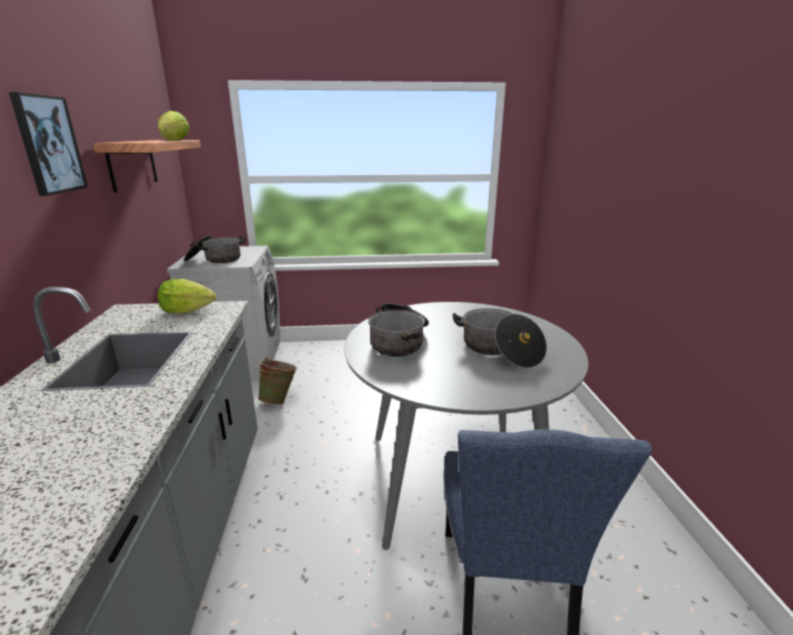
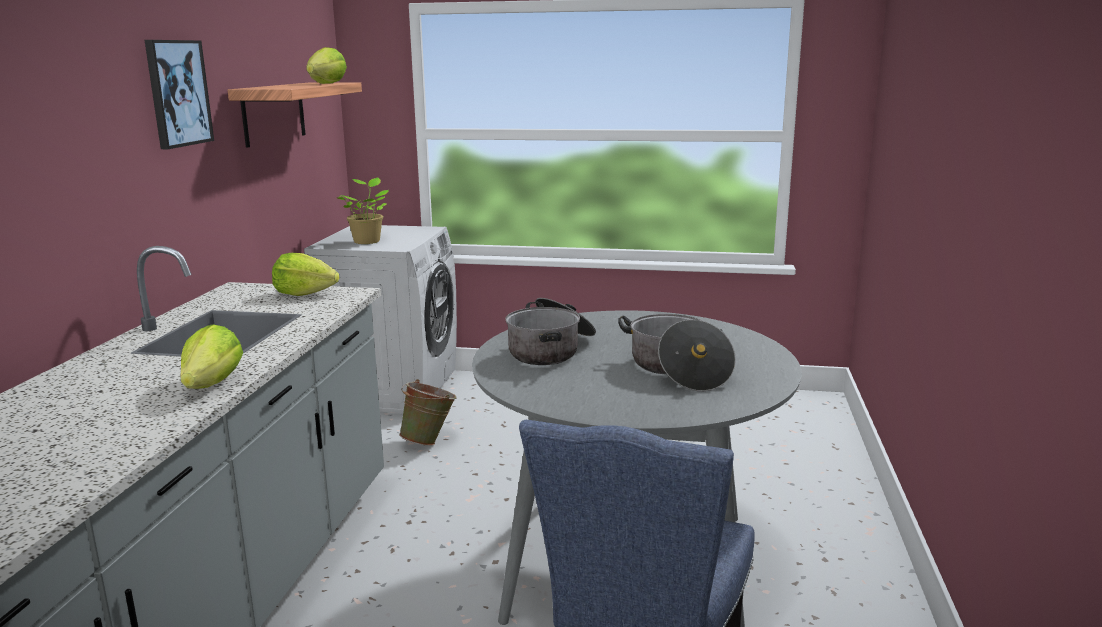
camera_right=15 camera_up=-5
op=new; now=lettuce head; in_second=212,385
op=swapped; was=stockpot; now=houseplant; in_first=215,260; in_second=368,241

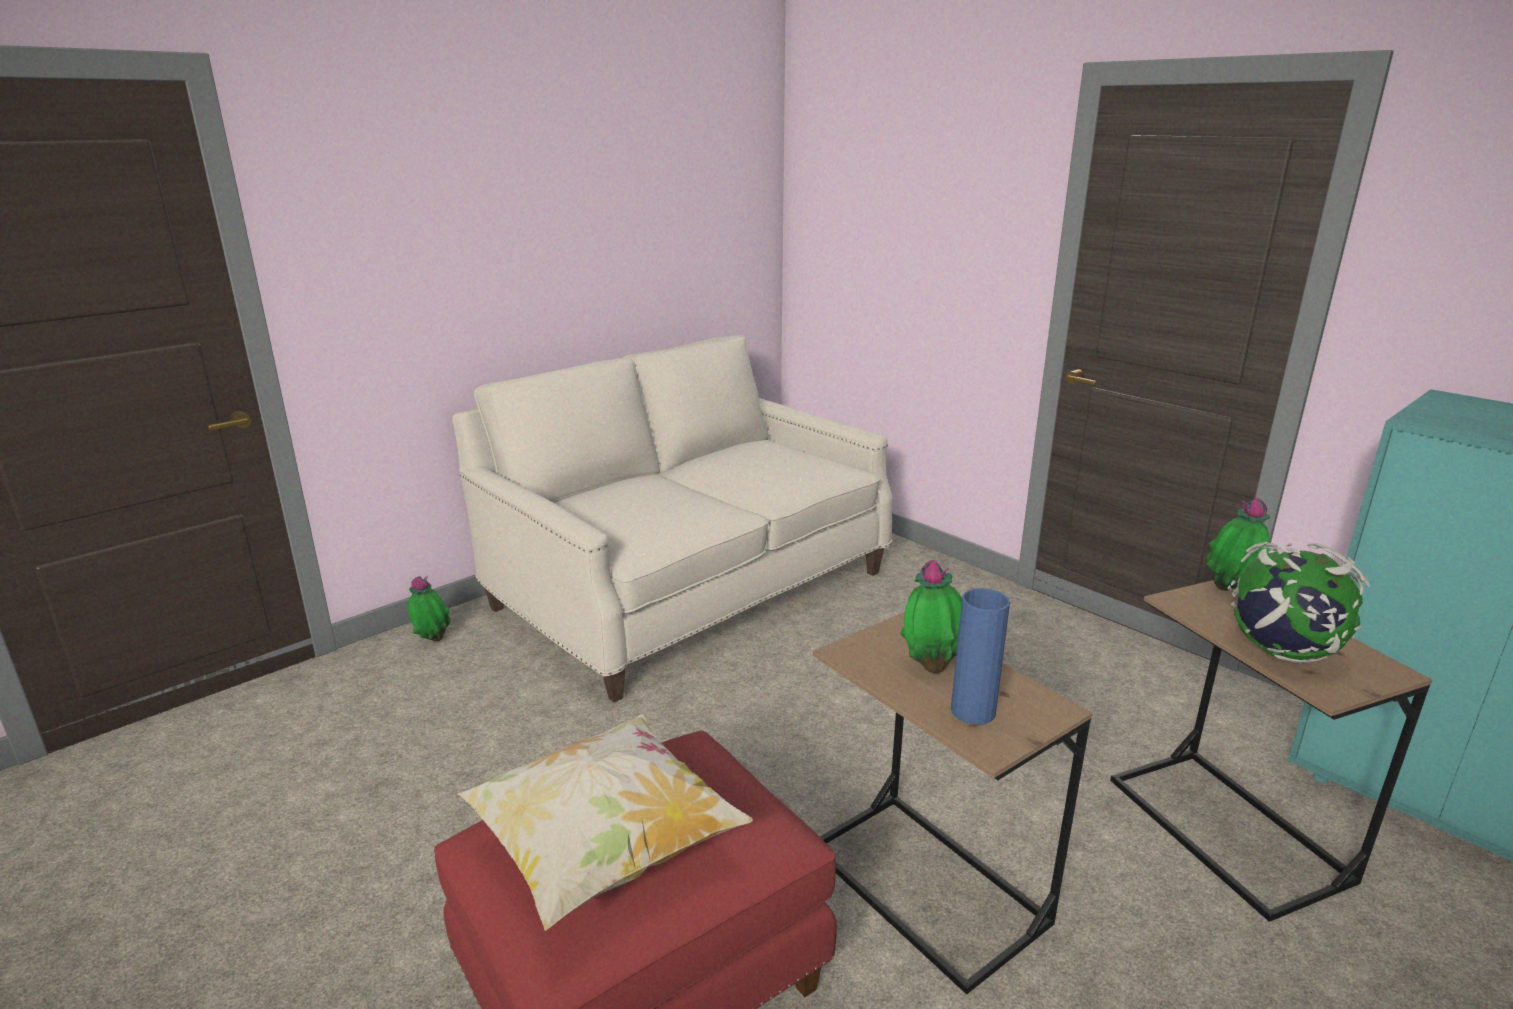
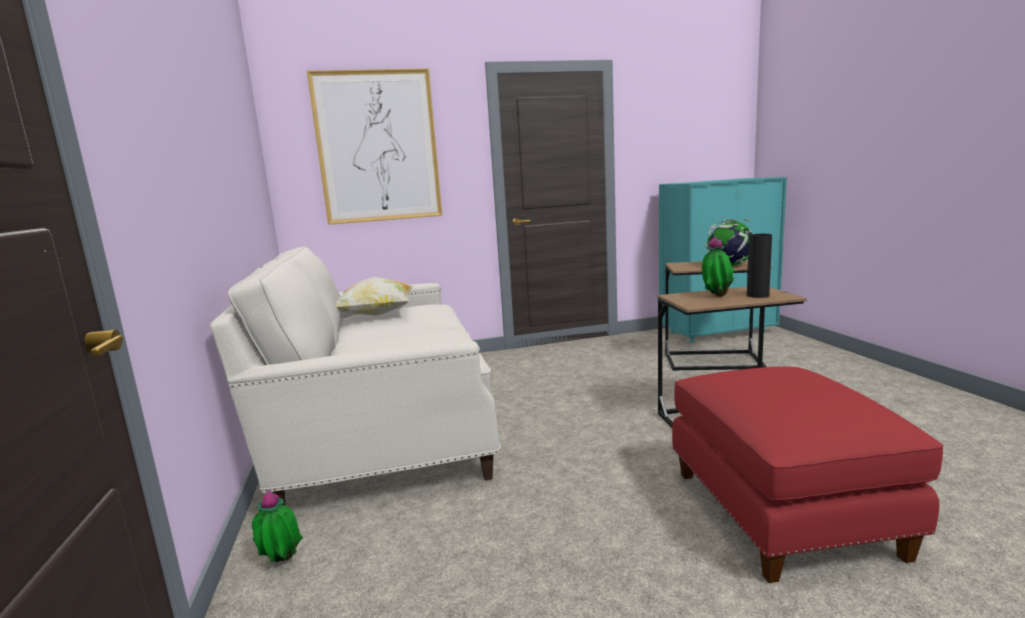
camera_right=-60 camera_up=-10
op=gone; was=houseplant; in_first=1229,592
op=new; now=picture; in_second=378,147
op=shifted; was=throw pillow; in_first=605,849; in_second=376,315
op=repainted; was=blue flower vase; now=black flower vase; in_first=973,711; in_second=757,295

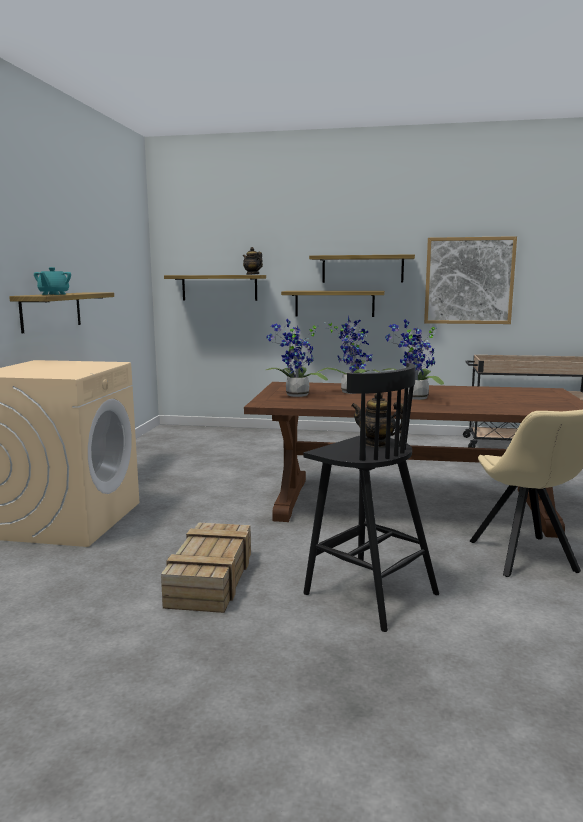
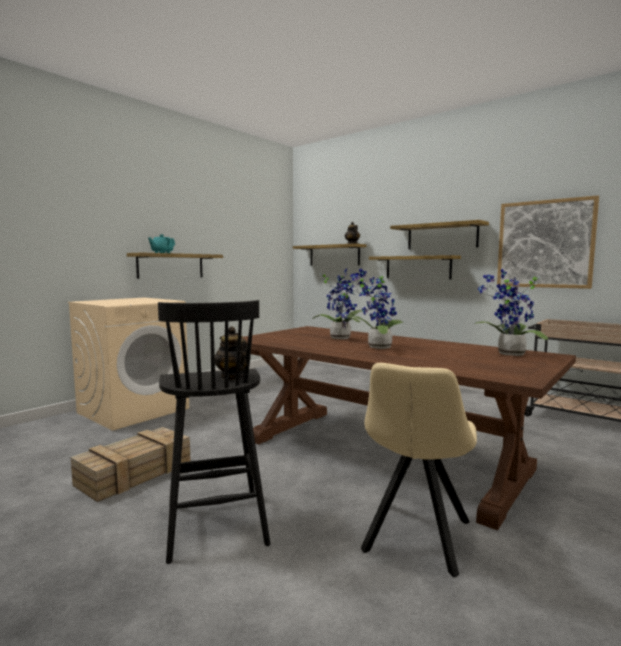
camera_right=30 camera_up=-5
op=shifted; was=houseplant; in_first=295,396; in_second=508,354

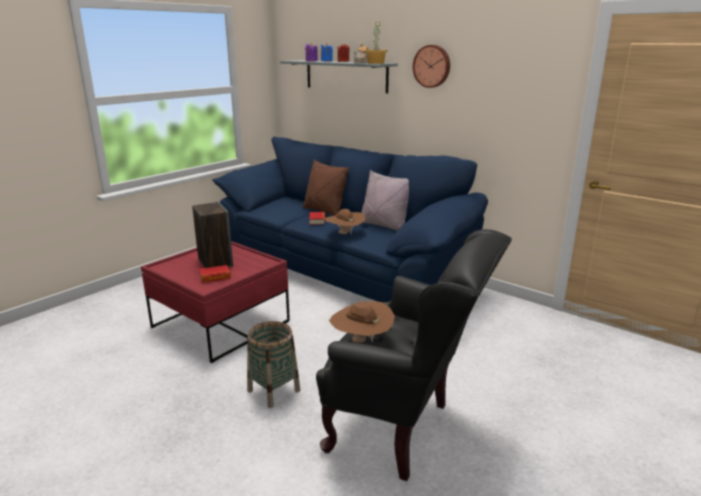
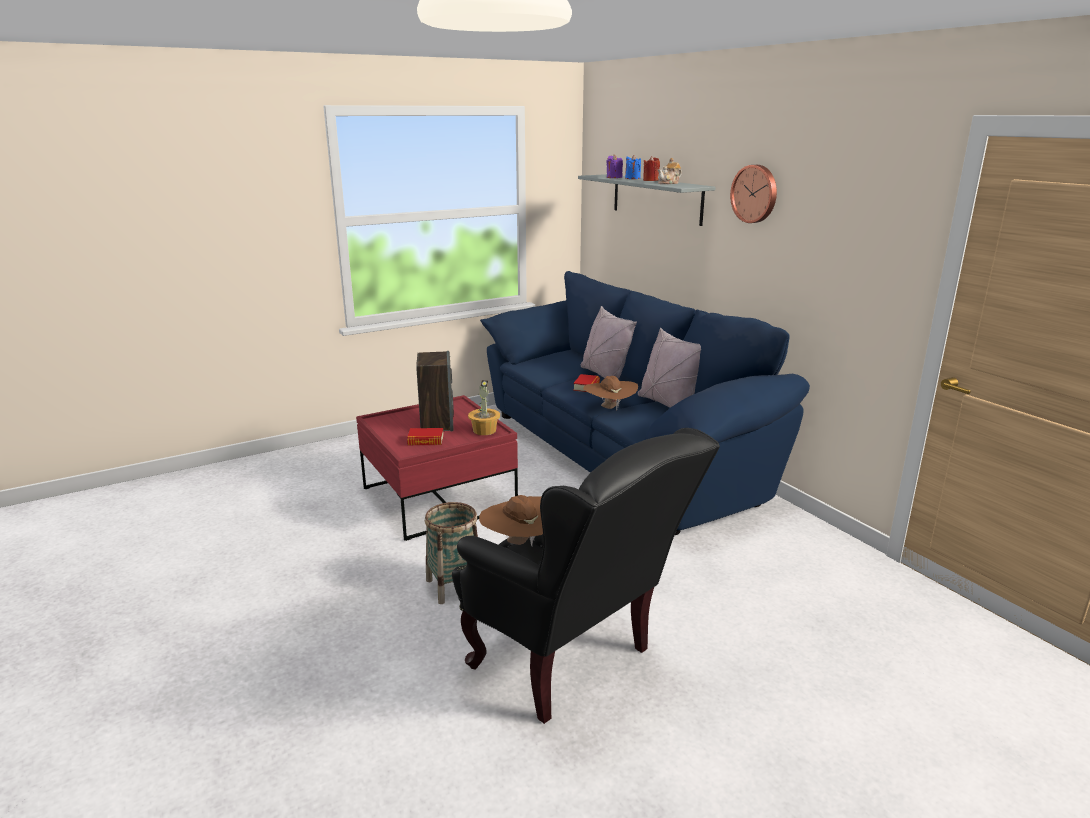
camera_right=20 camera_up=0
op=shifted; was=houseplant; in_first=375,63; in_second=484,430
op=repainted; was=brown throw pillow; now=purple throw pillow; in_first=324,211; in_second=604,375

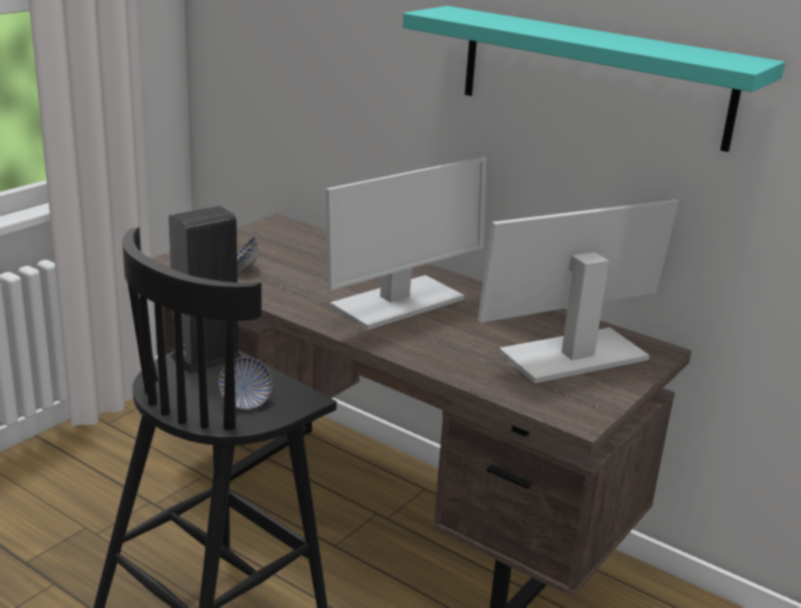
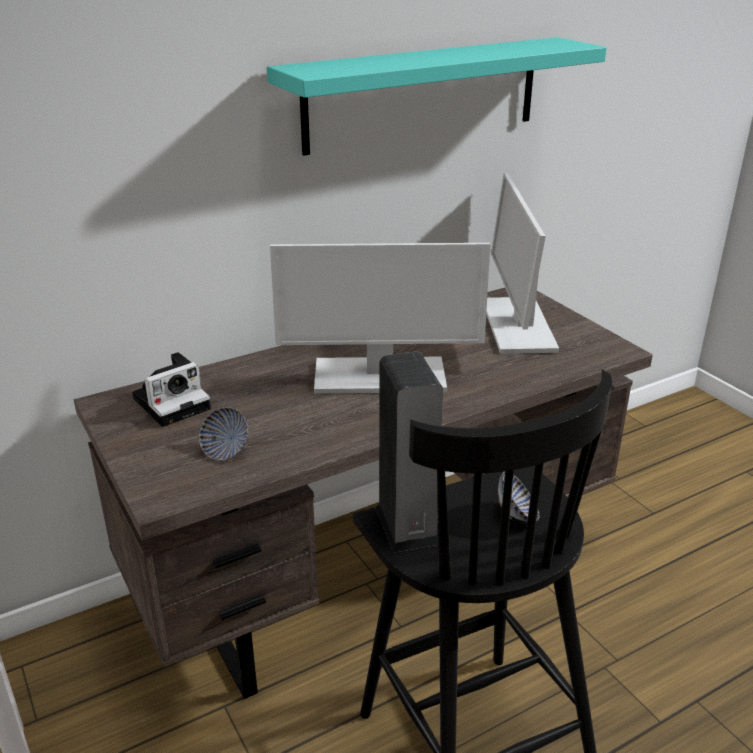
camera_right=-65 camera_up=5
op=new; now=photo camera; in_second=174,402
op=rotated; was=computer display; in_first=397,304; in_second=378,377; clockwise=105

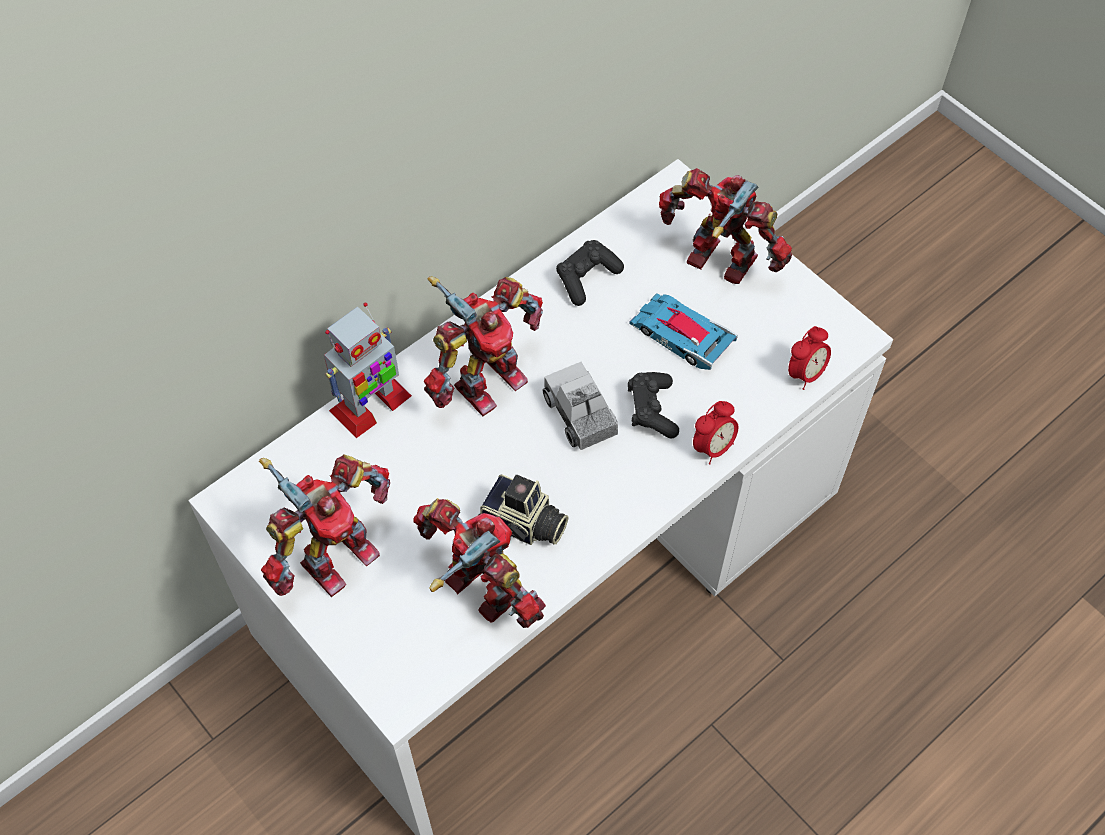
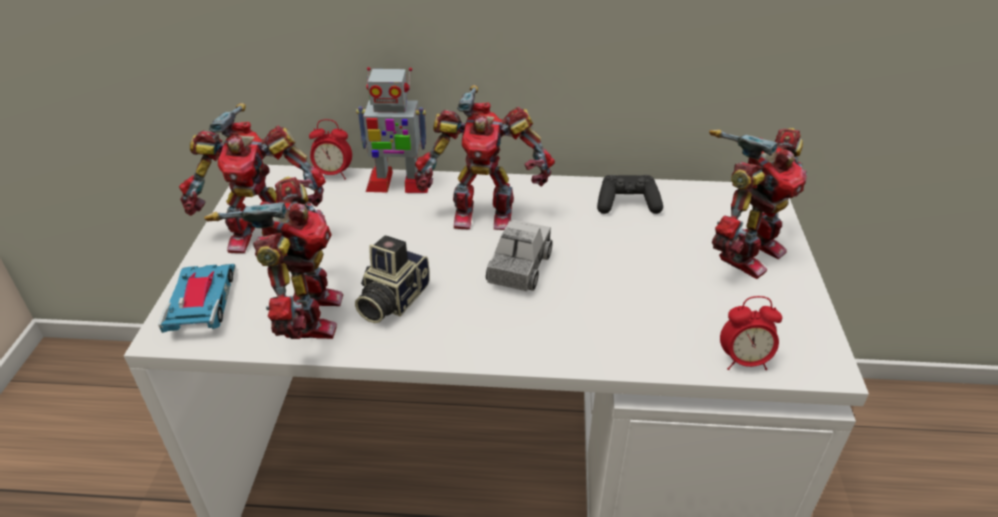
camera_right=45 camera_up=-20
op=gone; was=black game controller; in_first=652,410
op=shifted; was=toy car; in_first=681,335; in_second=202,302
op=shifted; was=bedside clock; in_first=713,447; in_second=333,174
op=rotated; was=photo camera; in_first=524,525; in_second=391,300; clockwise=45
op=rotated; was=toy robot; in_first=719,264; in_second=746,252; clockwise=60

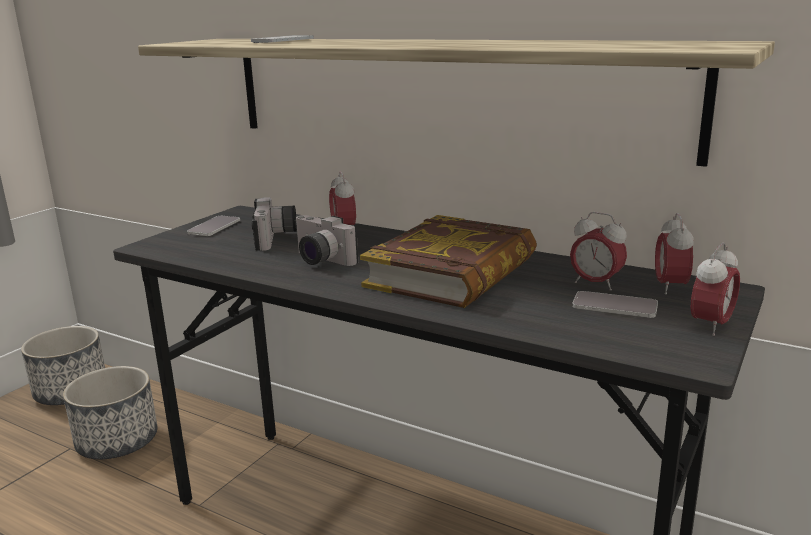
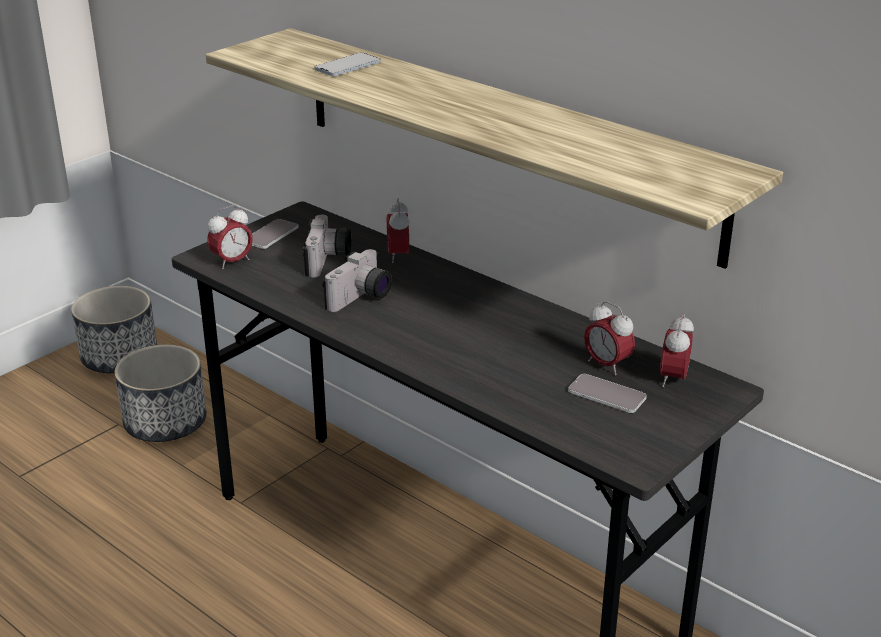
camera_right=10 camera_up=10
op=gone; was=book; in_first=453,272
op=shifted; was=bedside clock; in_first=711,326; in_second=232,262
op=rotated; was=photo camera; in_first=319,260; in_second=361,299; clockwise=-105

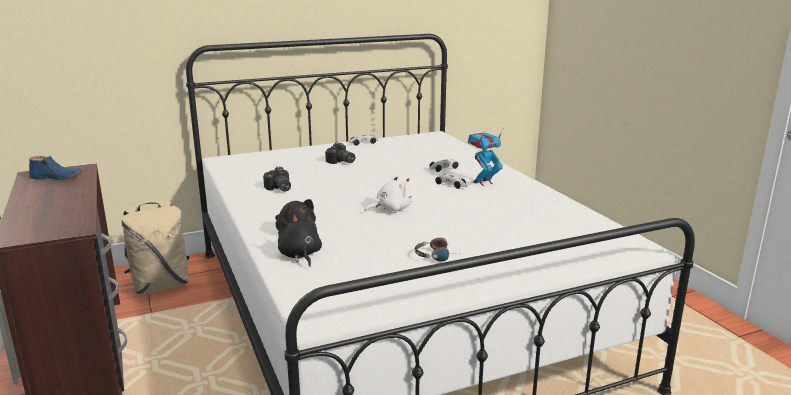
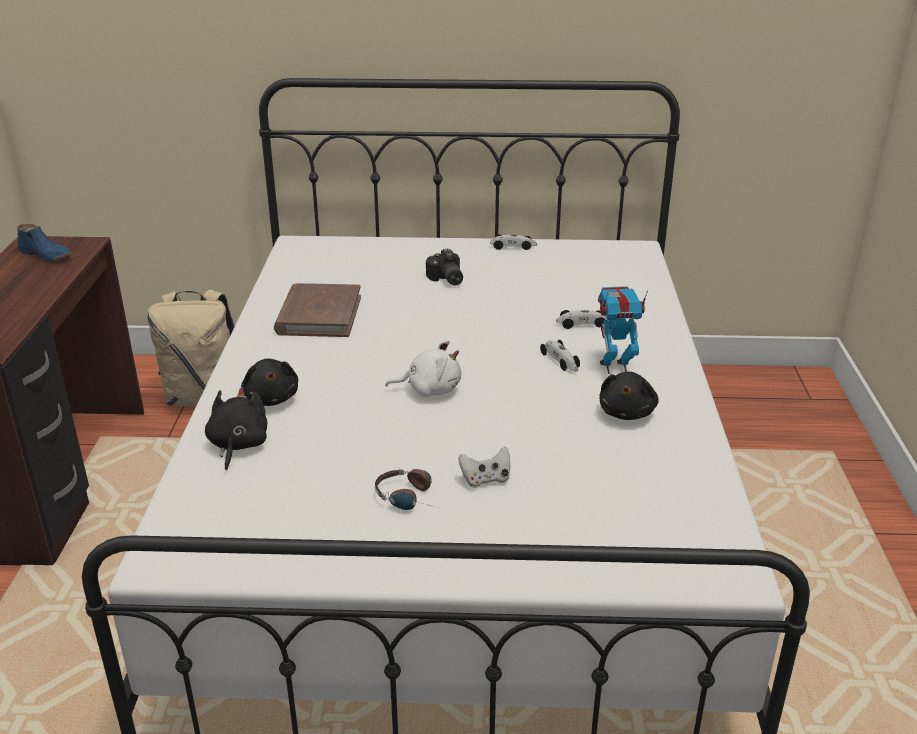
camera_right=25 camera_up=10
op=new; now=white game controller; in_second=485,479
op=new; now=black cuddly toy; in_second=627,412
op=swapped; was=photo camera; now=brown book; in_first=278,189; in_second=319,315

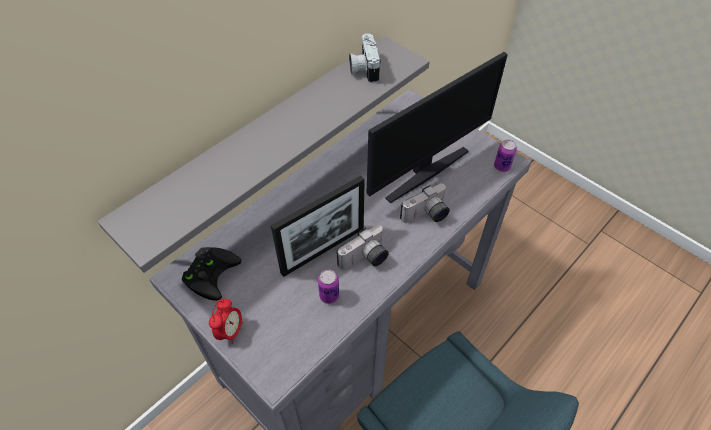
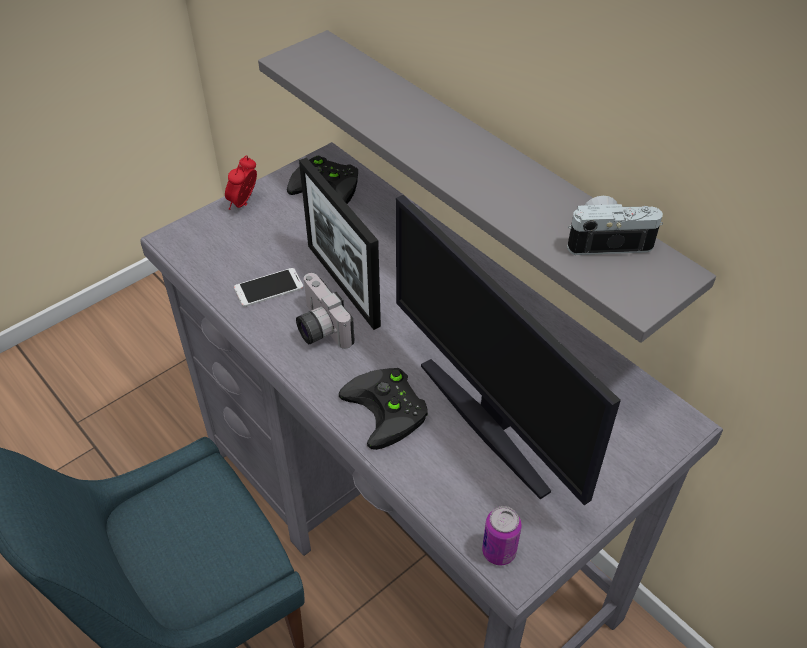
camera_right=95 camera_up=-5
op=swapped; was=metal can; now=handset; in_first=329,296; in_second=268,288
op=swapped; was=photo camera; now=black game controller; in_first=426,215; in_second=389,410
op=rotated; was=bedside clock; in_first=230,331; in_second=244,204; clockwise=90

